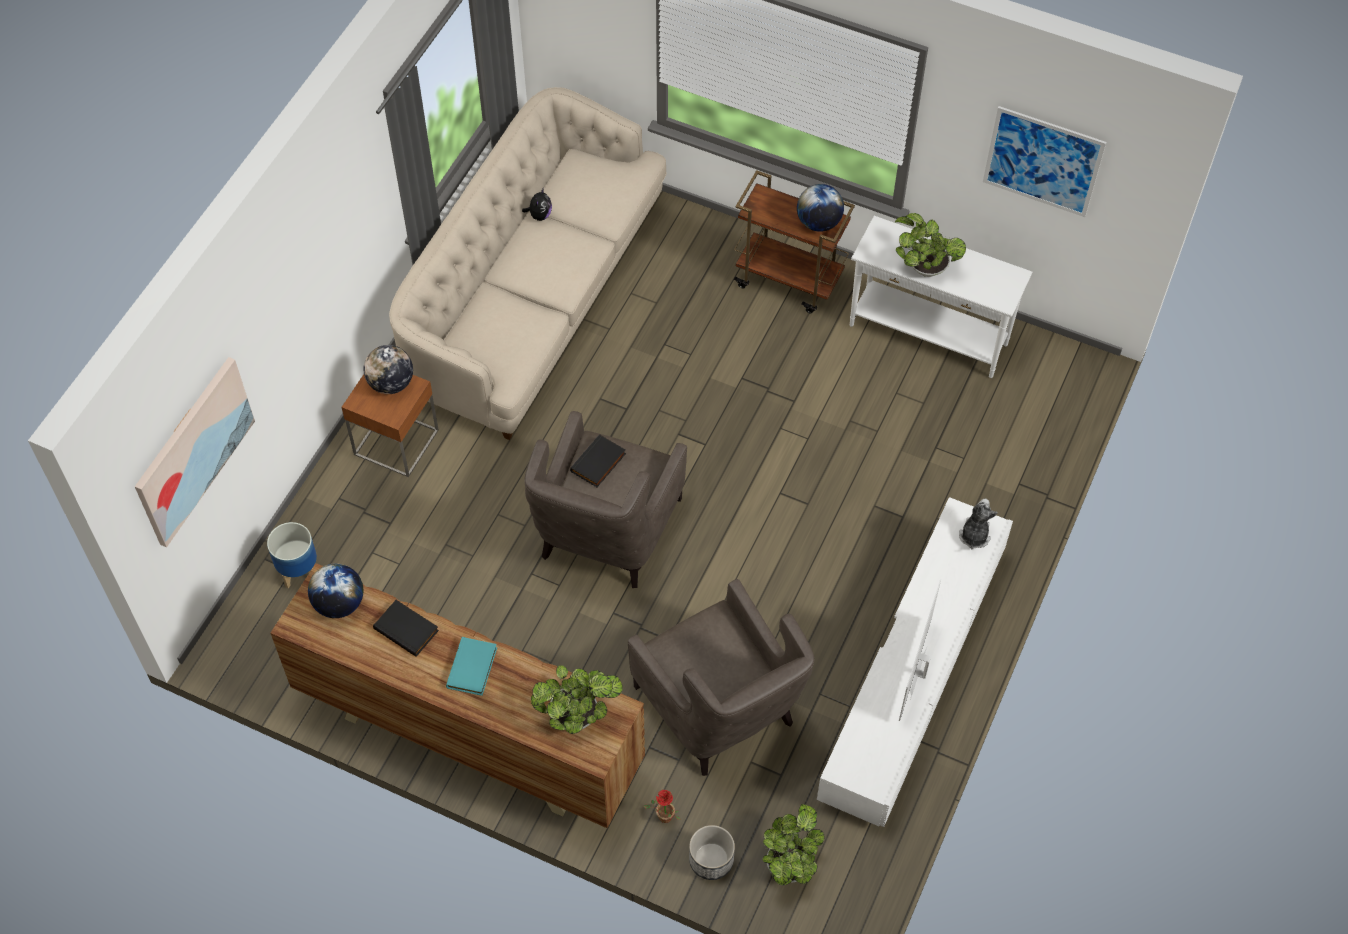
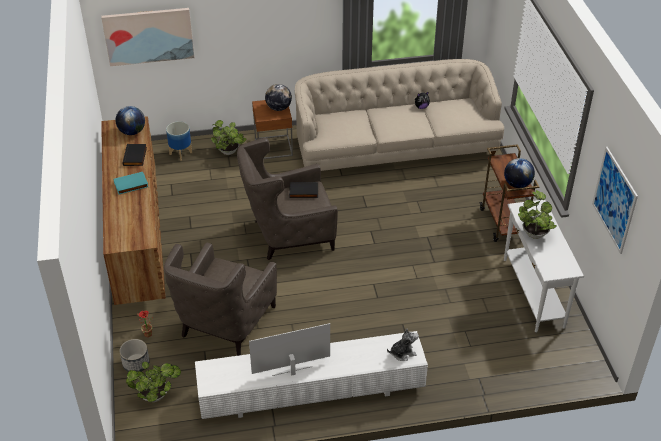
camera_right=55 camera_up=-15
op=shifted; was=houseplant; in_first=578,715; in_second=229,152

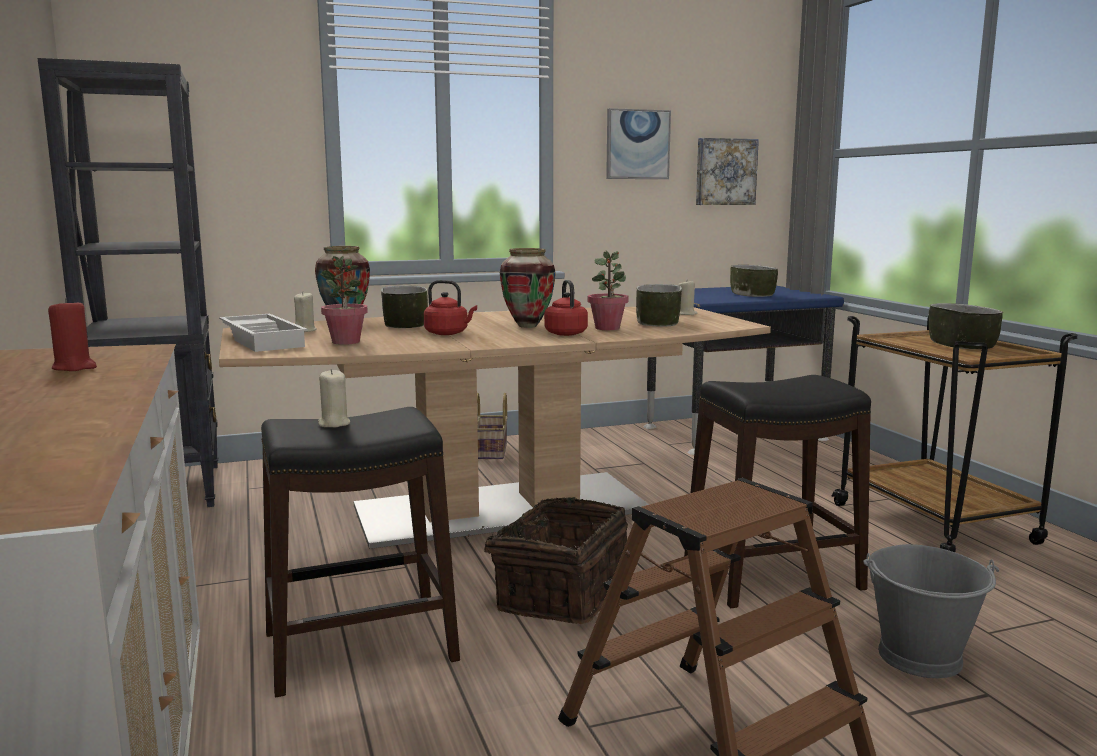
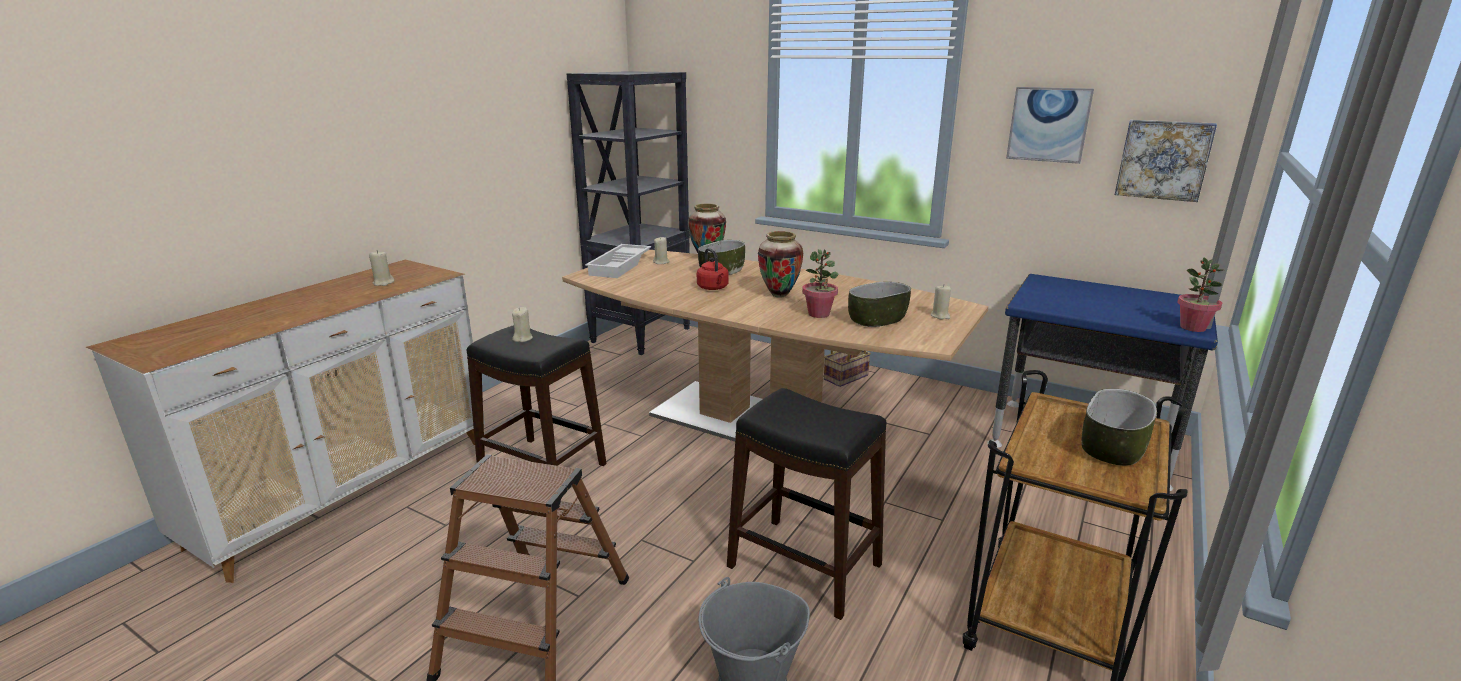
camera_right=50 camera_up=10
op=gone; was=basket; in_first=559,593
op=gone; was=red water kettle; in_first=565,333
op=gone; was=serving bowl; in_first=752,294
op=shifted; was=houseplant; in_first=346,342; in_second=1192,328
op=repainted; was=red wax candle; now=sand-coloured wax candle; in_first=74,367; in_second=383,283

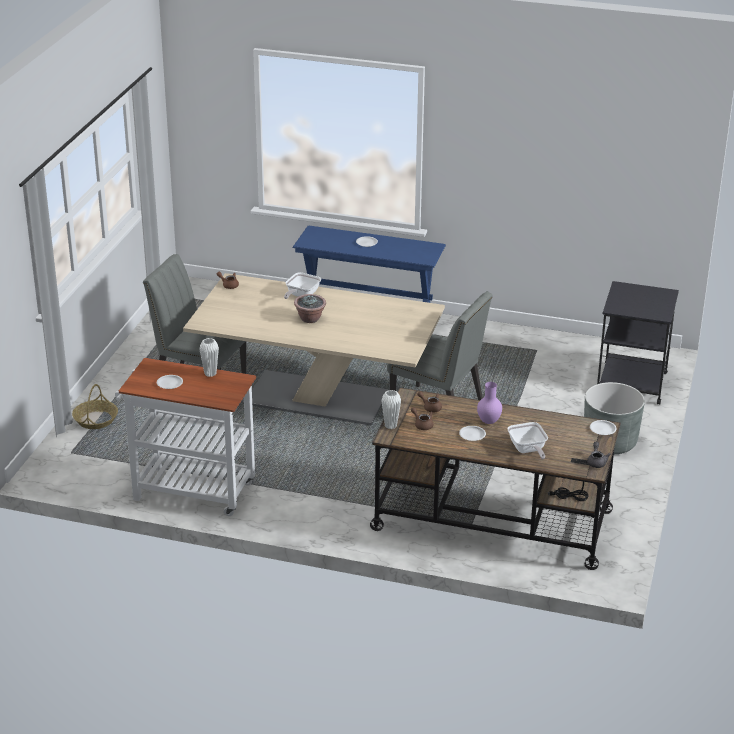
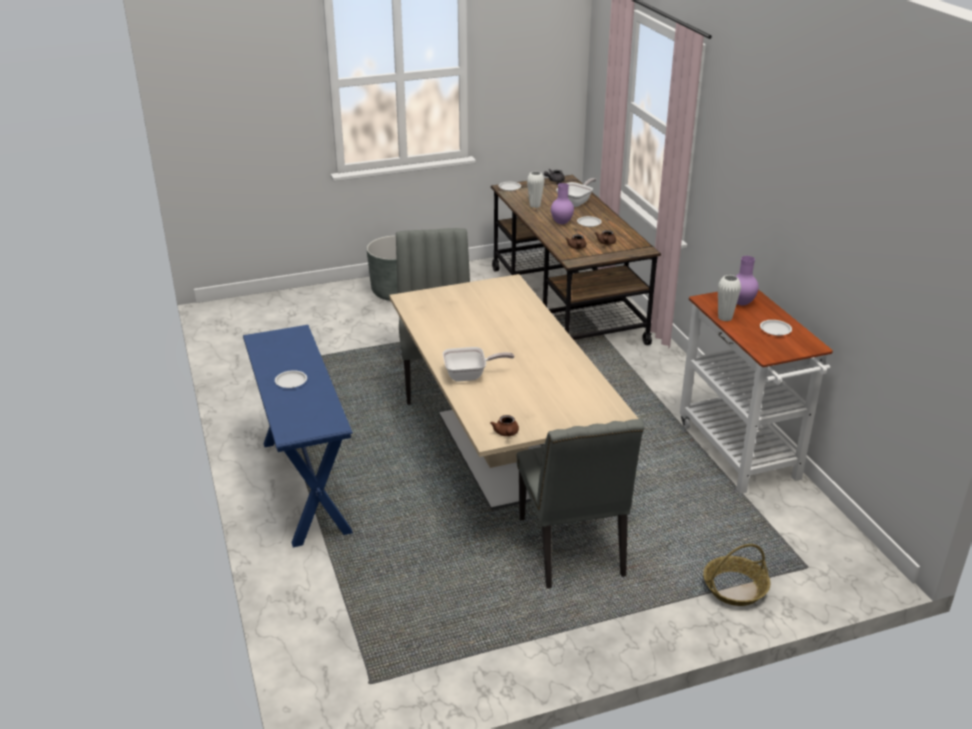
camera_right=-125 camera_up=0
op=gone; was=houseplant; in_first=310,319
op=gone; was=black cart; in_first=631,384
op=new; now=purple flower vase; in_second=741,303
op=shifted; was=white flower vase; in_first=390,425; in_second=535,205

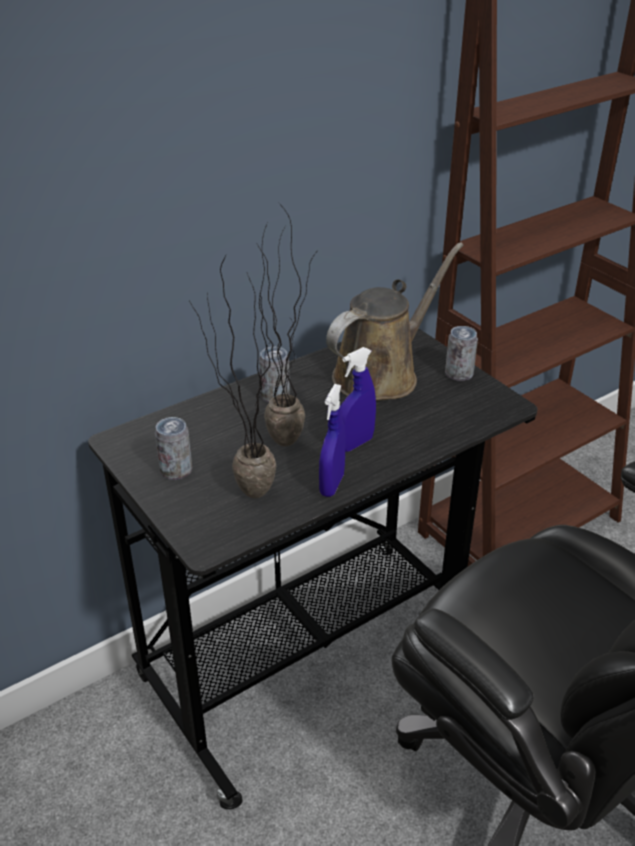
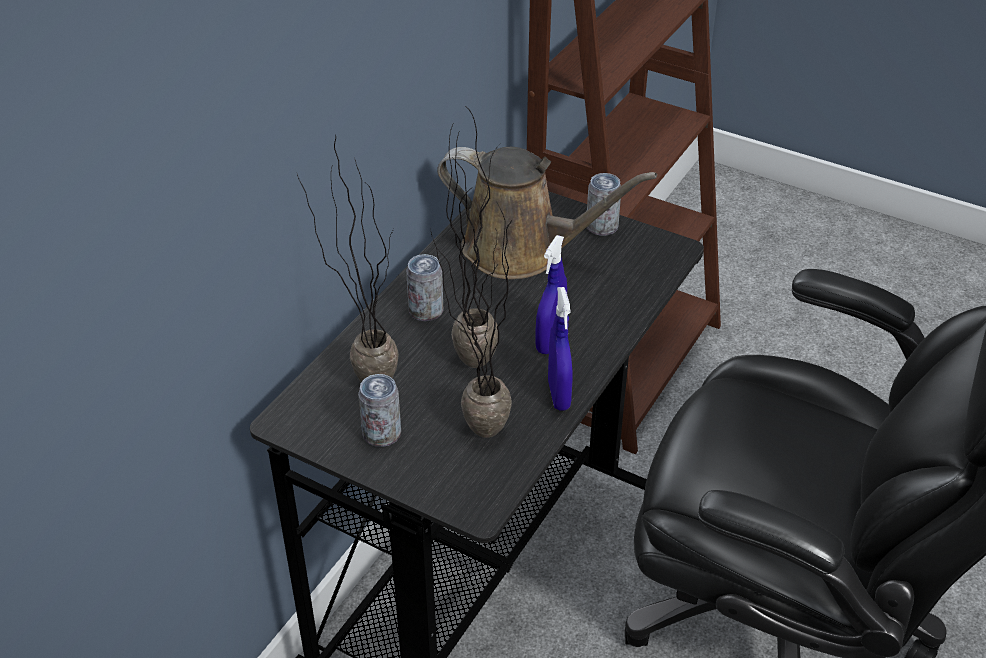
camera_right=-25 camera_up=5
op=new; now=houseplant; in_second=363,378
op=rotated; was=brown watering pot; in_first=381,374; in_second=522,250; clockwise=90

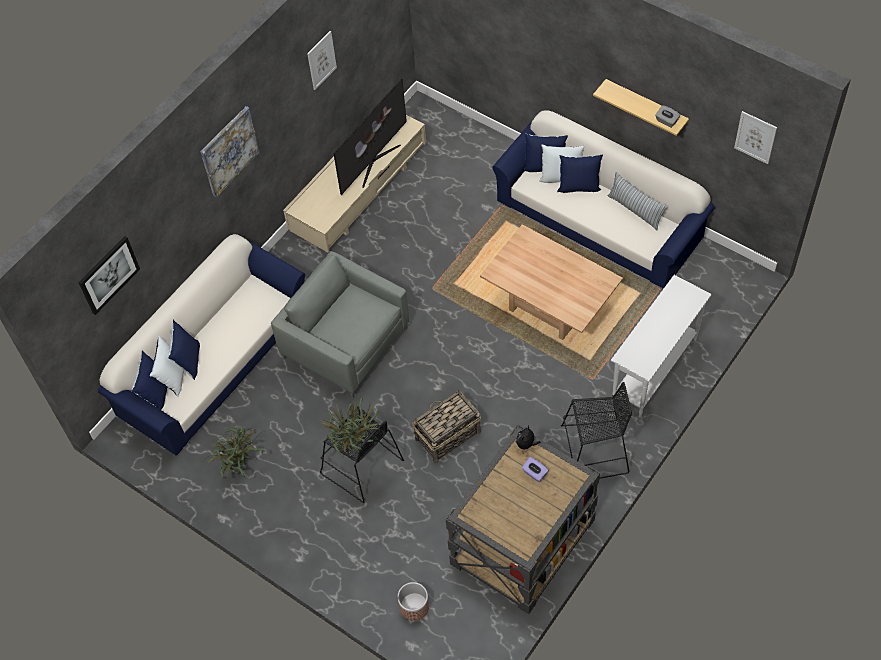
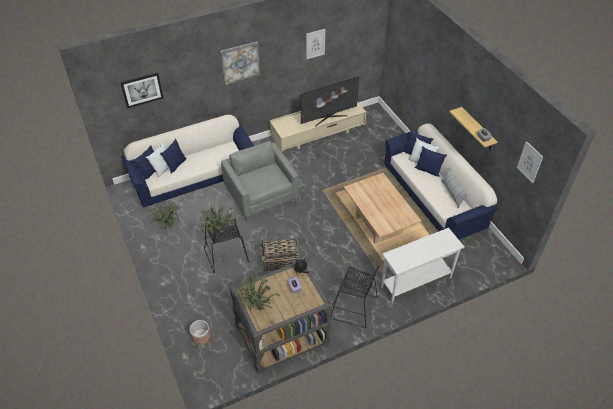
camera_right=25 camera_up=-10
op=new; now=houseplant; in_second=257,309

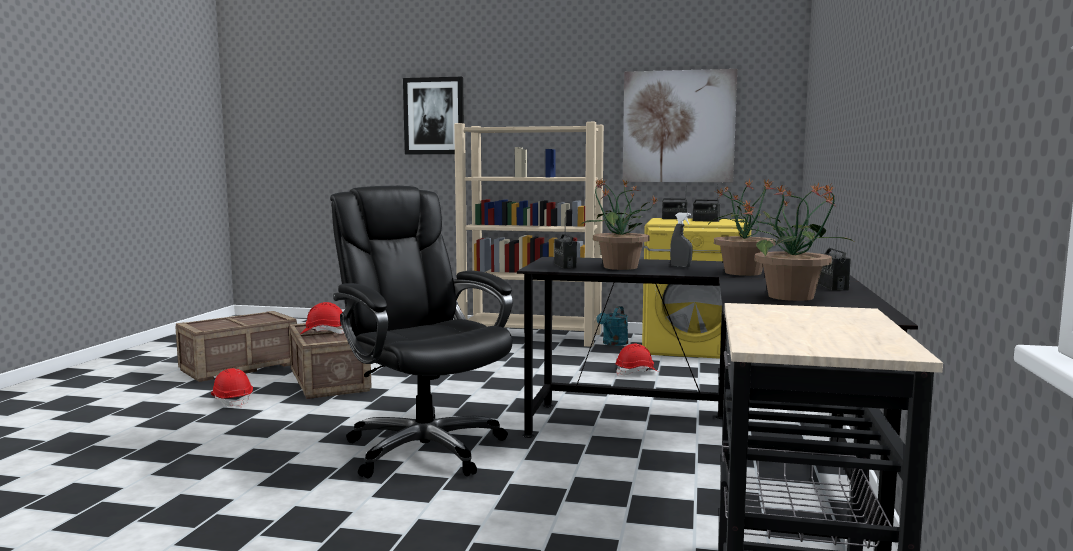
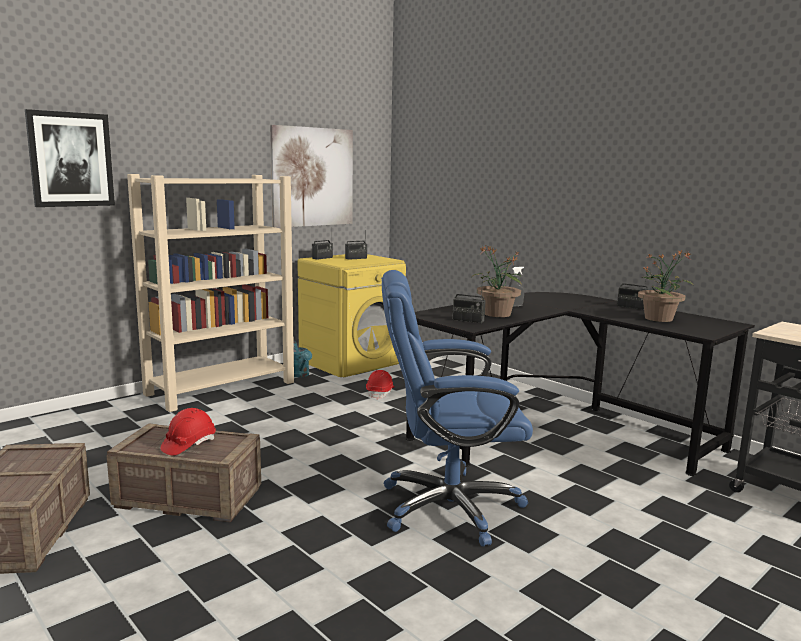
camera_right=-55 camera_up=5
op=gone; was=red safety helmet; in_first=232,401
op=gone; was=houseplant; in_first=743,272
op=repainted; was=black office chair; now=blue office chair; in_first=424,449; in_second=450,507

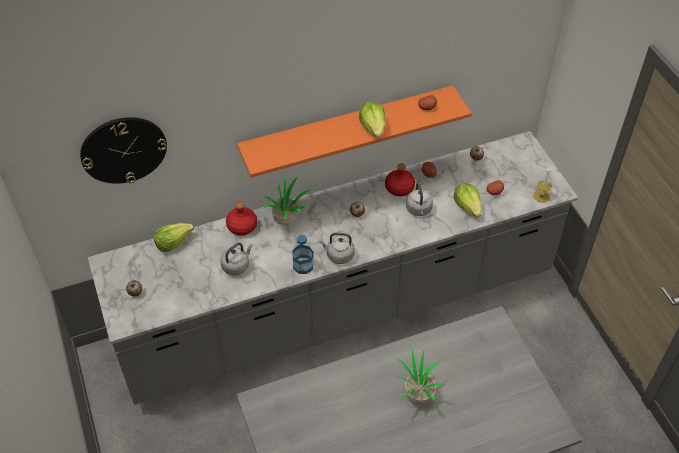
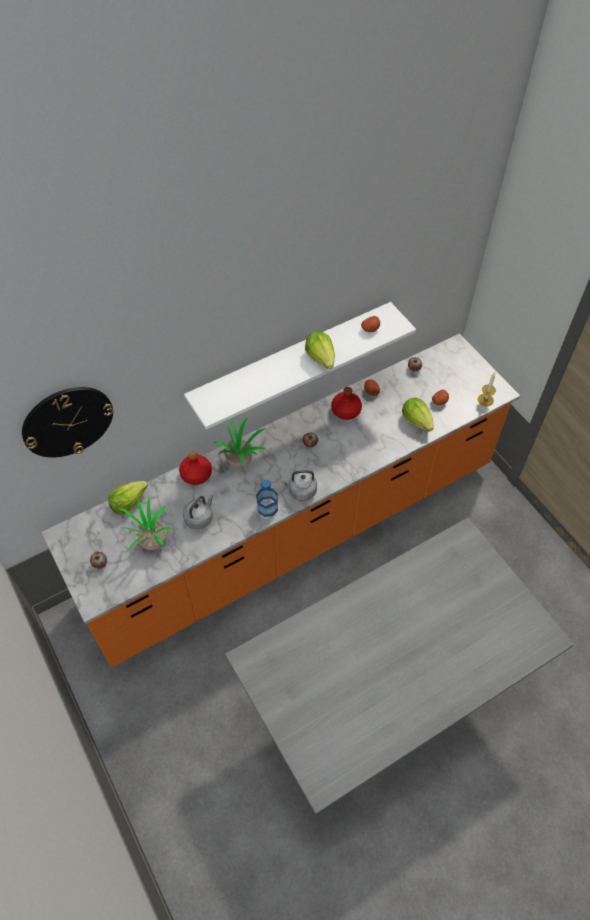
camera_right=-10 camera_up=5
op=gone; was=gray water kettle; in_first=419,210
op=shifted; was=houseplant; in_first=416,395; in_second=151,542
op=repainted; was=gray counter; now=orange counter; in_first=339,310; in_second=295,534
op=repainted; was=orange bracket shelf; now=white bracket shelf; in_first=347,128; in_second=291,360

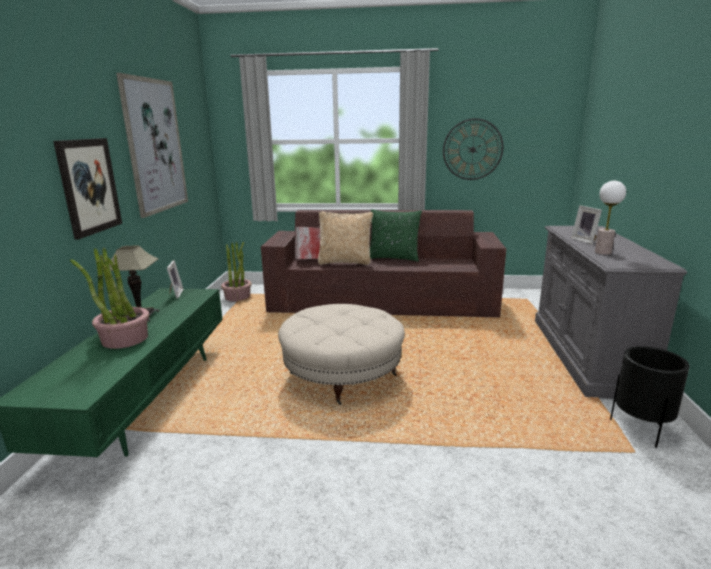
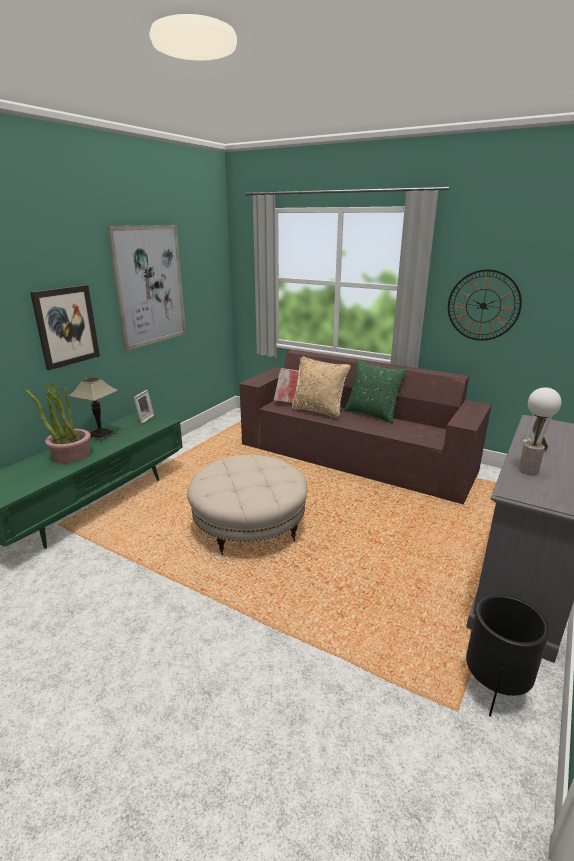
camera_right=25 camera_up=5
op=gone; was=houseplant; in_first=237,296

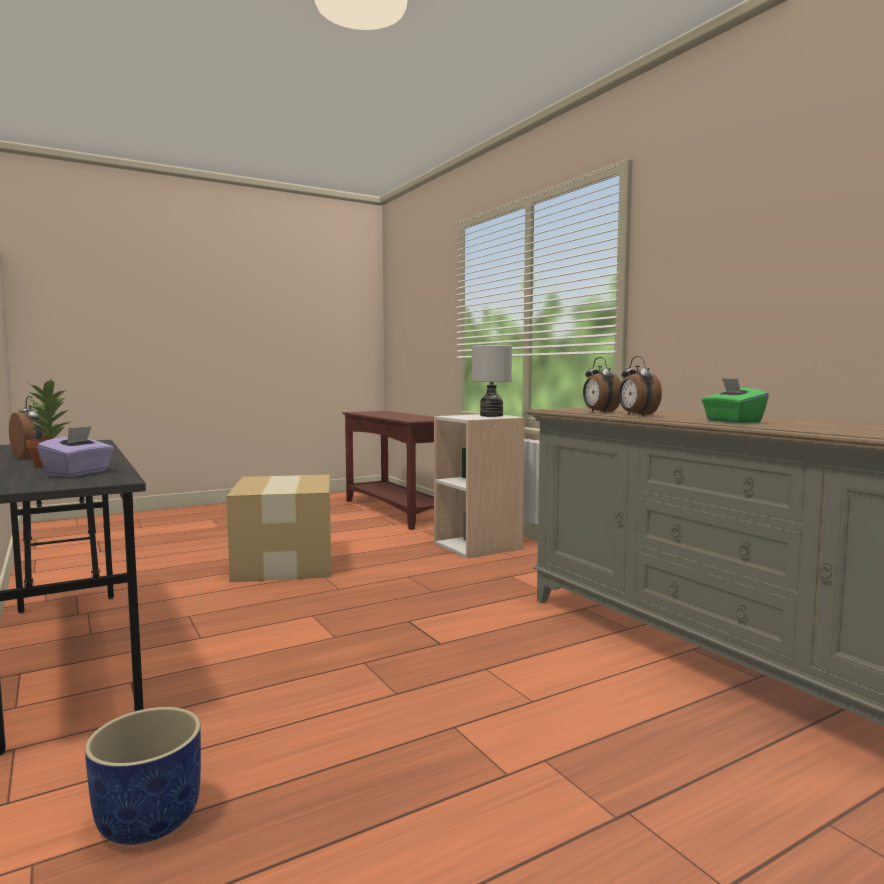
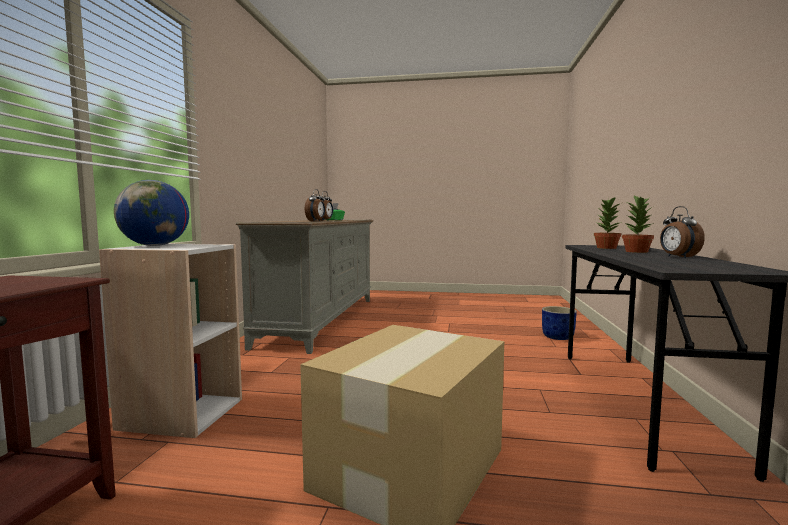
camera_right=-140 camera_up=0
op=swapped; was=purple tissue holder; now=houseplant; in_first=78,473; in_second=606,248
op=swapped; was=gray table lamp; now=world globe; in_first=491,416; in_second=155,245

